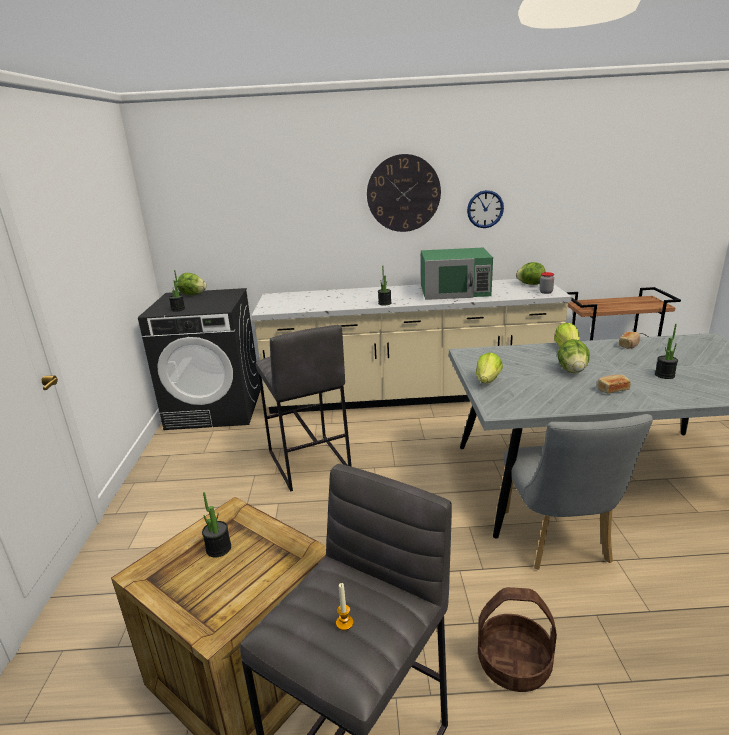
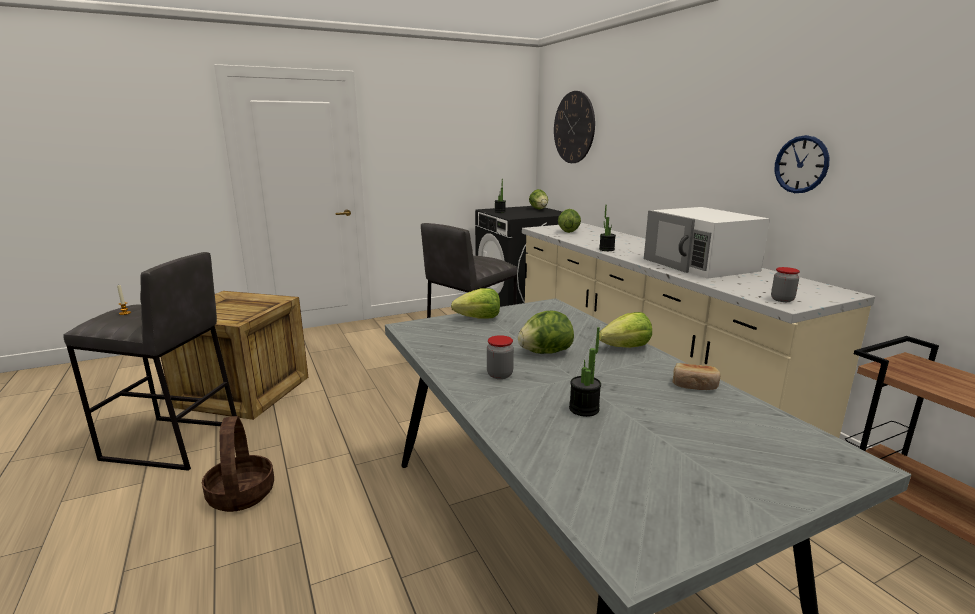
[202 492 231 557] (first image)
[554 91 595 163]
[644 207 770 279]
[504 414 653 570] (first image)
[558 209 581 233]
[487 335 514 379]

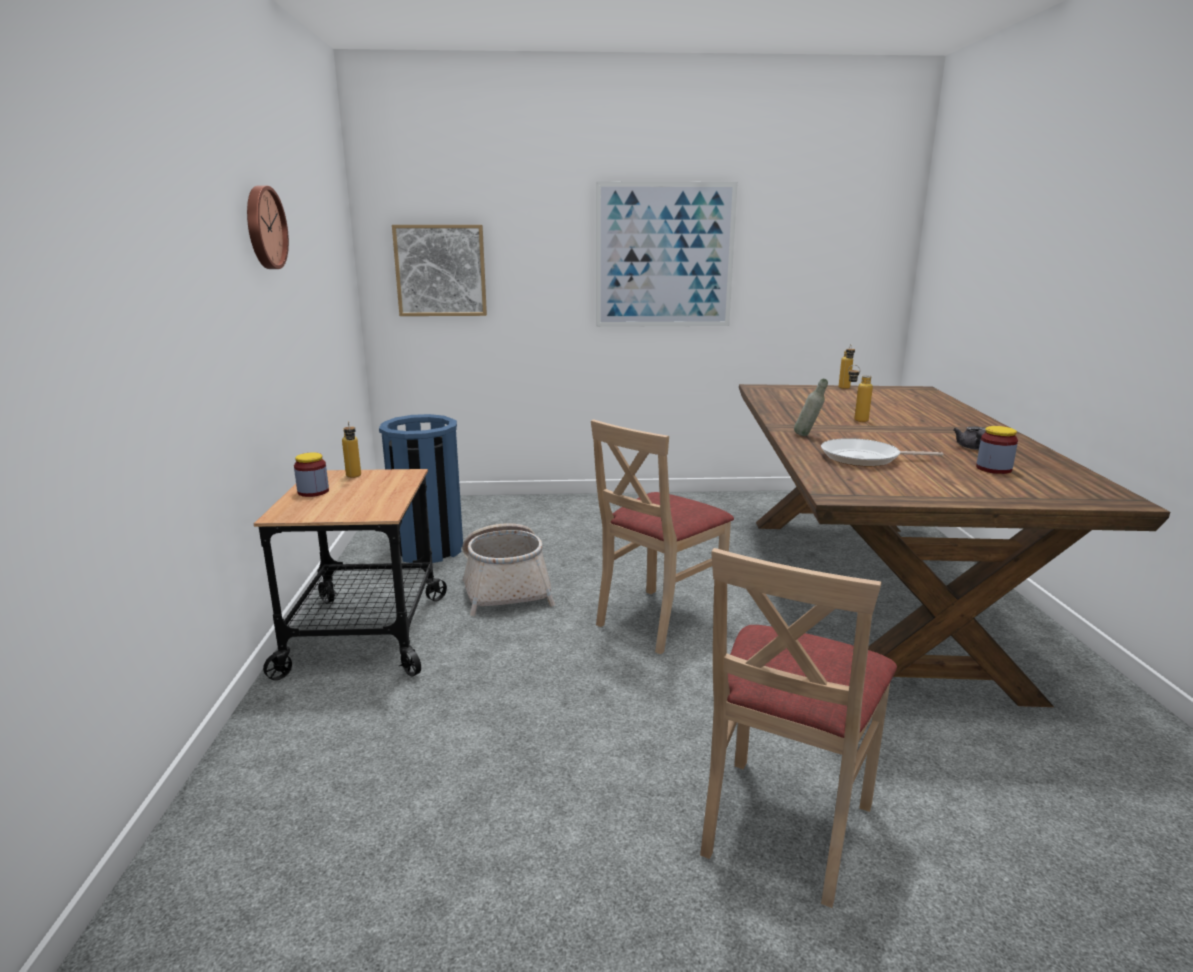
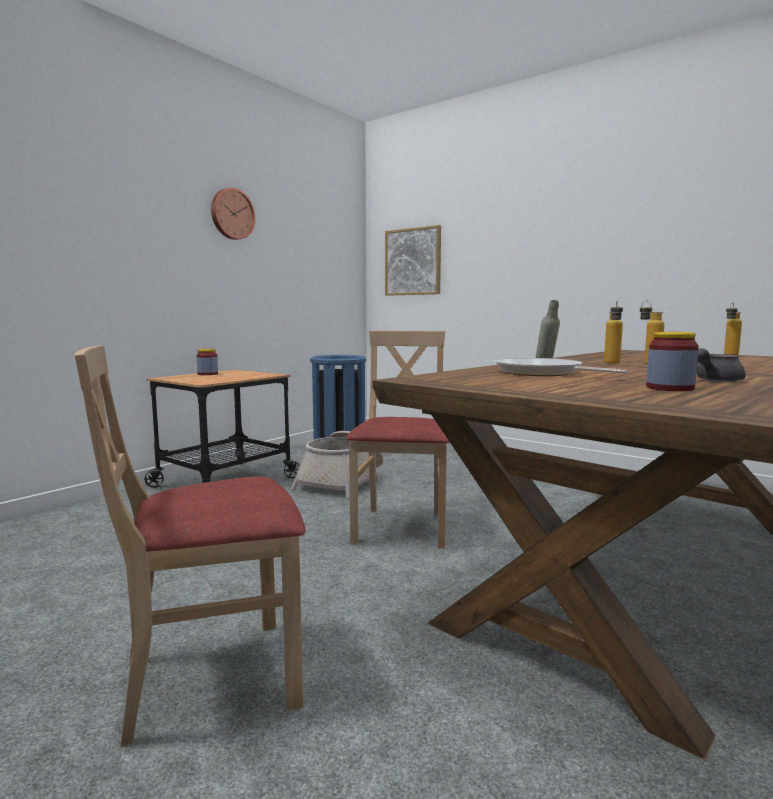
[604 300 623 364]
[346 331 450 549]
[596 182 738 327] (first image)

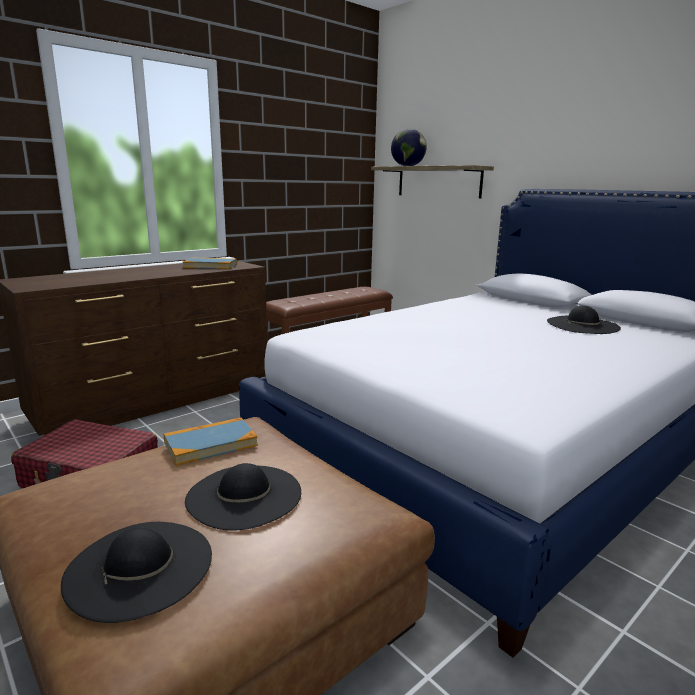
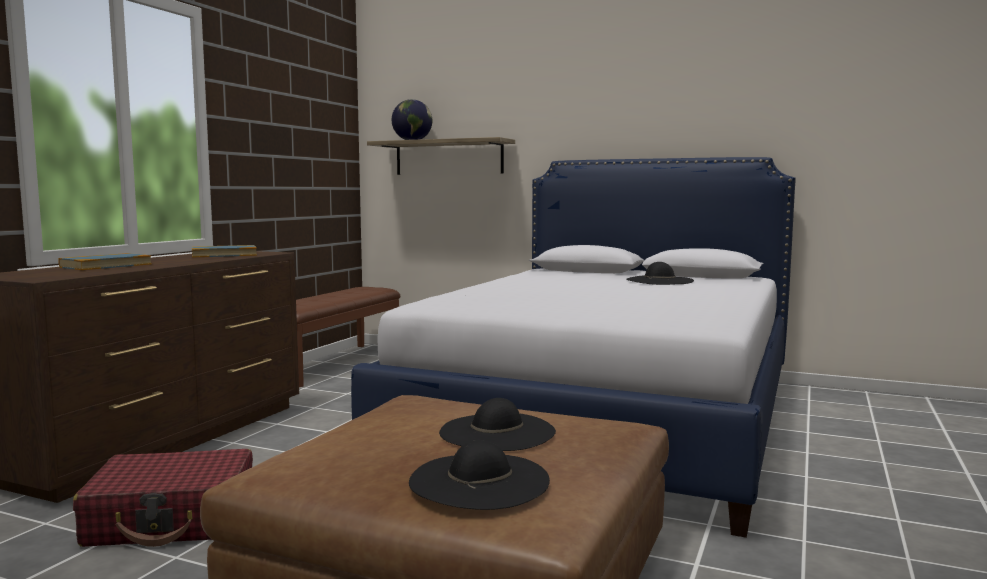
[58 253 152 270]

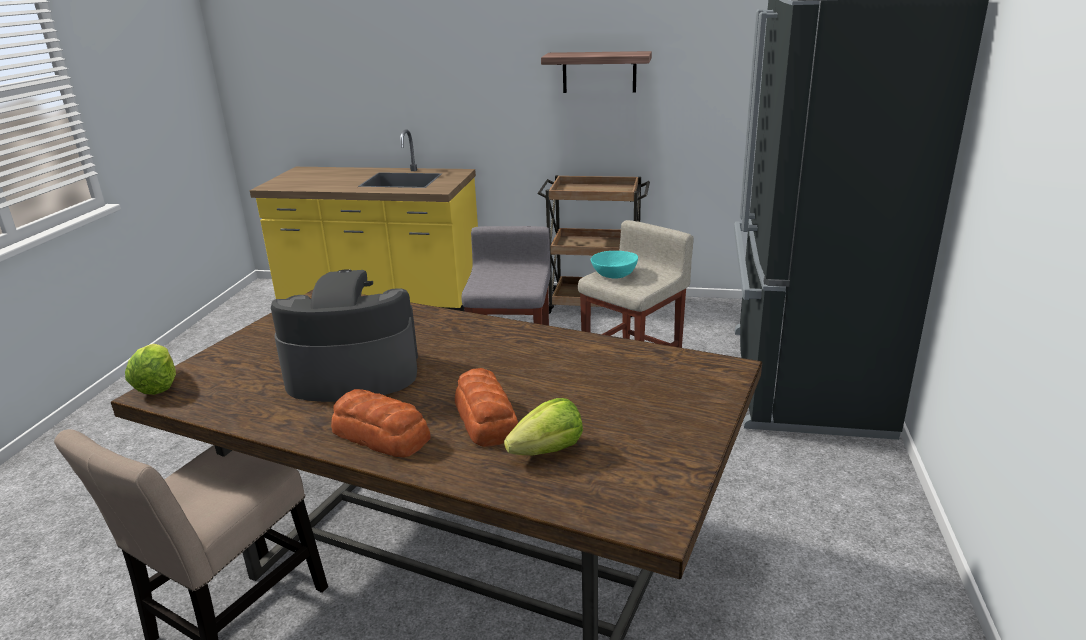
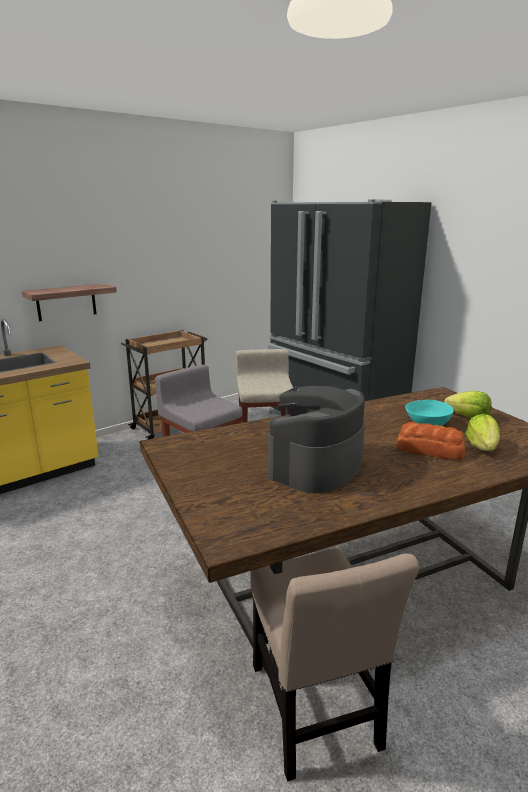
[444 391 492 418]
[331 389 431 457] (first image)
[22 284 117 321]
[405 400 453 426]

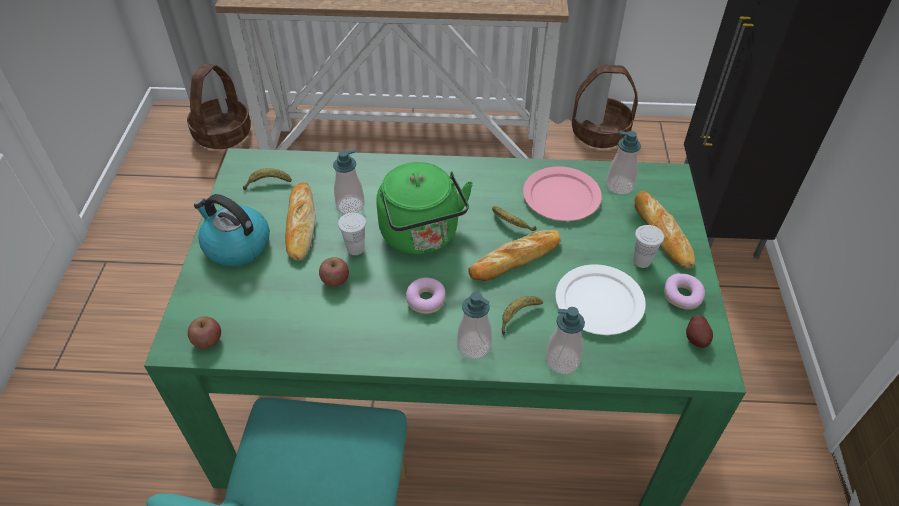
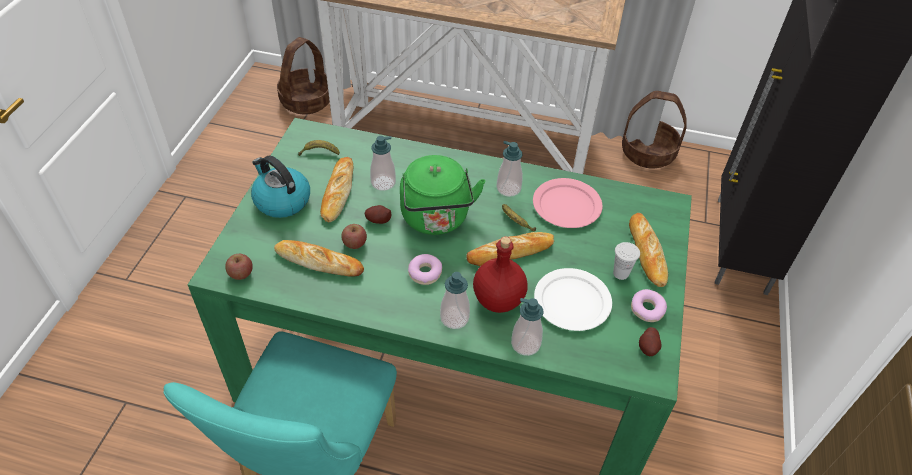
[365 205 392 224]
[473 236 528 313]
[496 141 523 197]
[274 240 364 276]

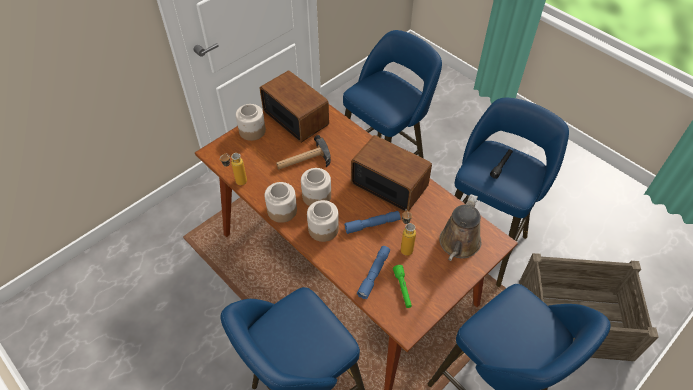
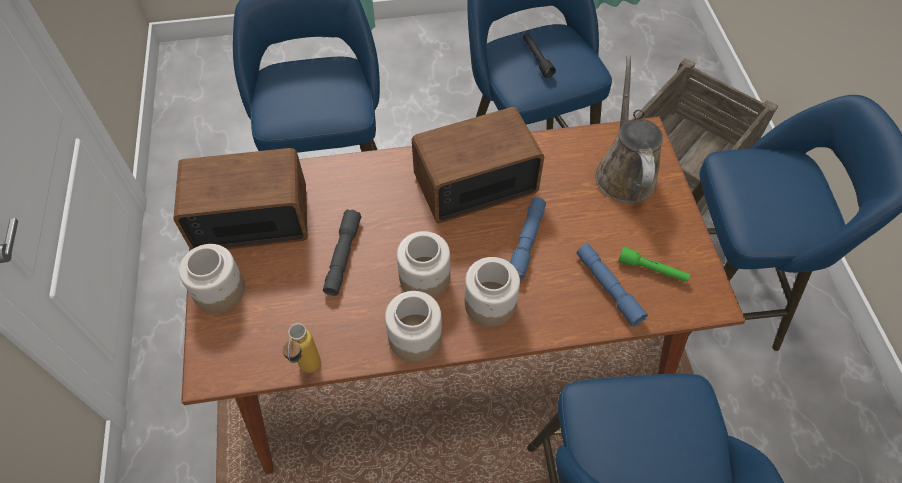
[323 209 362 296]
[401 209 416 256] (first image)
[595 55 663 203]

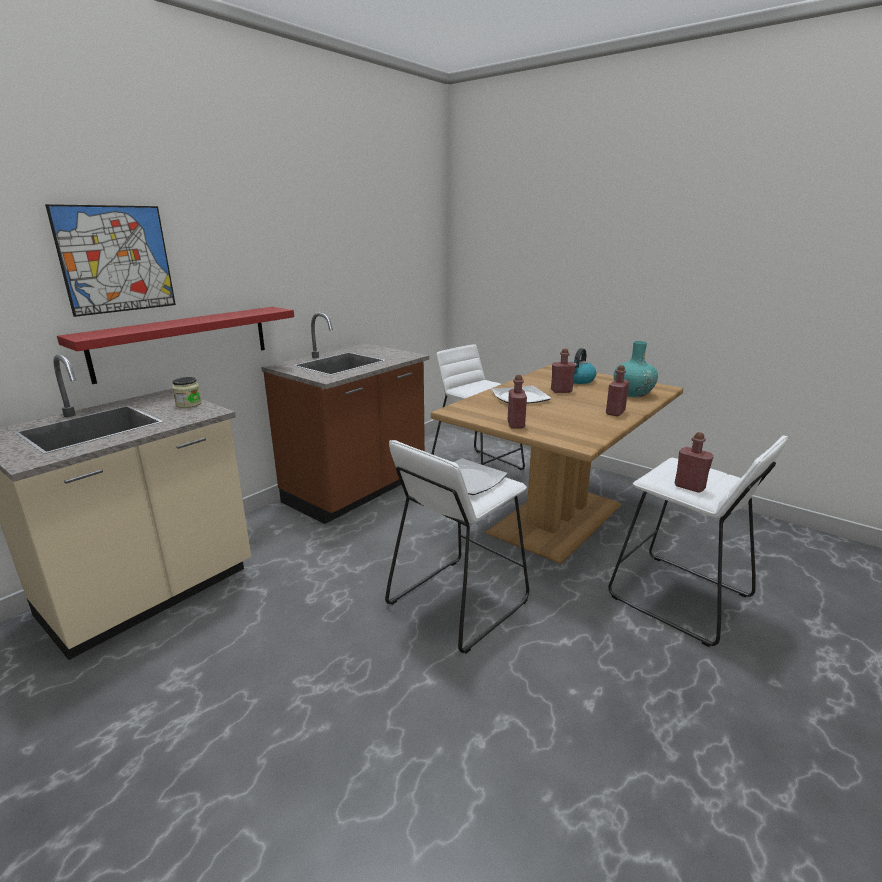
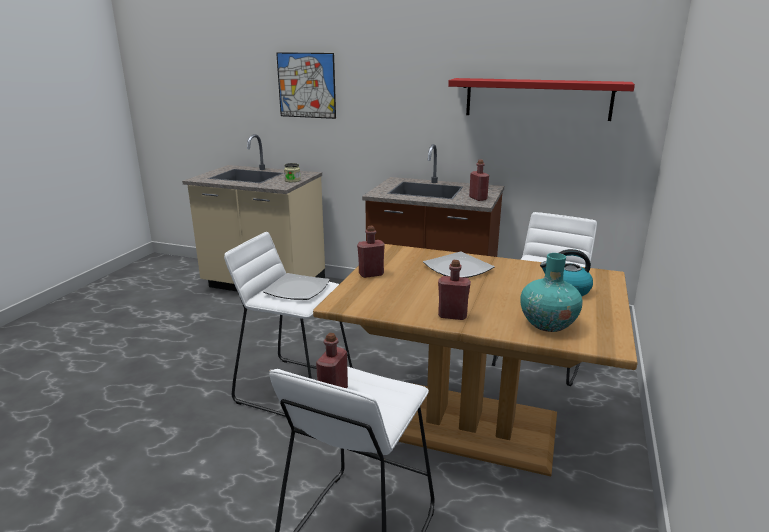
[448 78 635 121]
[469 160 489 201]

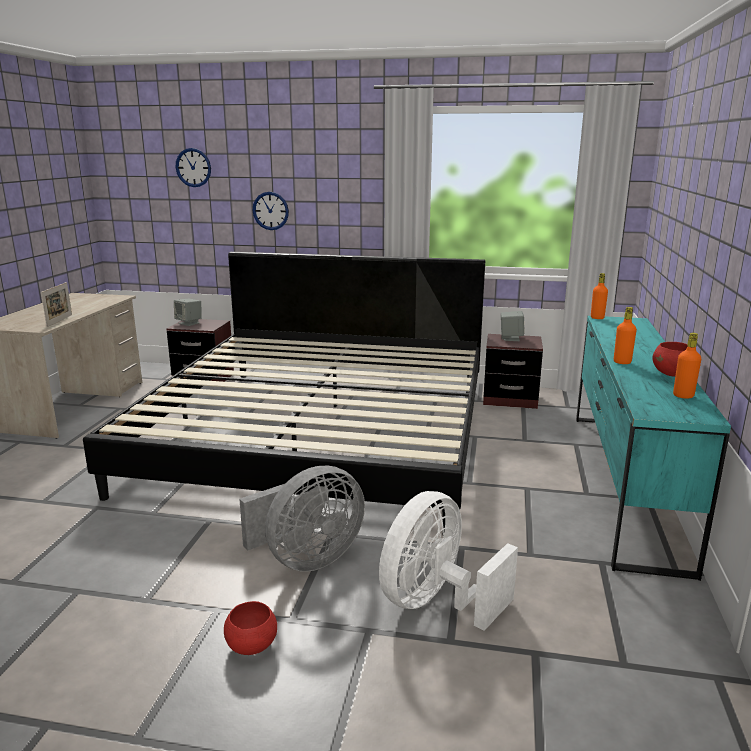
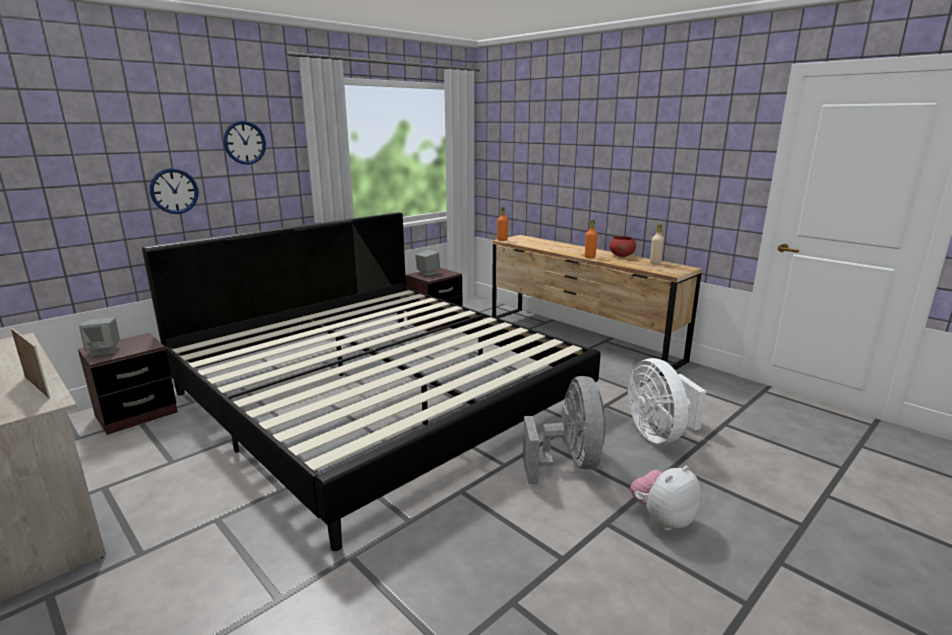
[224 121 266 165]
[630 466 701 531]
[492 235 702 376]
[650 224 664 264]

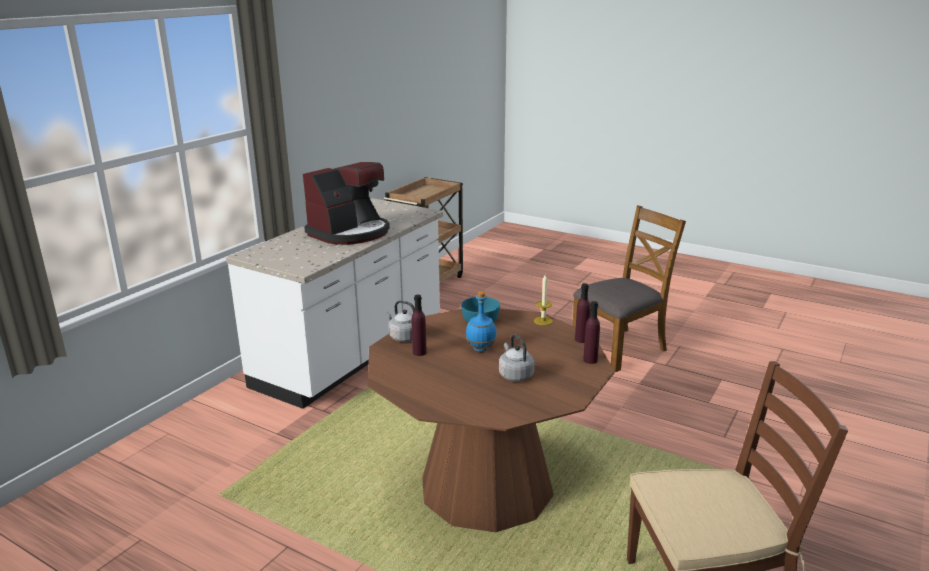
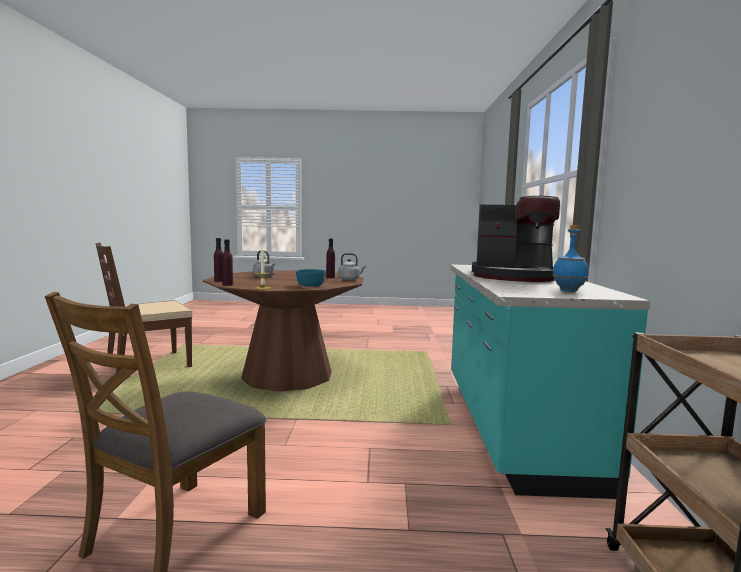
[450 264 650 499]
[472 196 560 282]
[552 225 589 292]

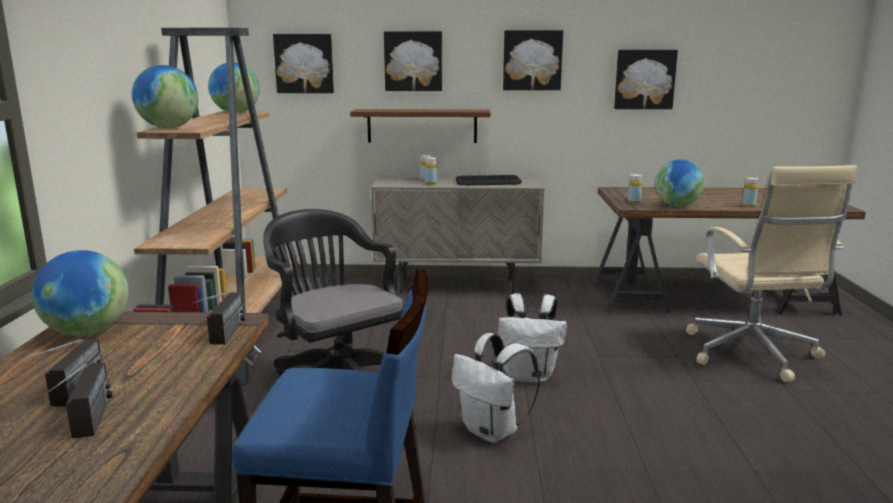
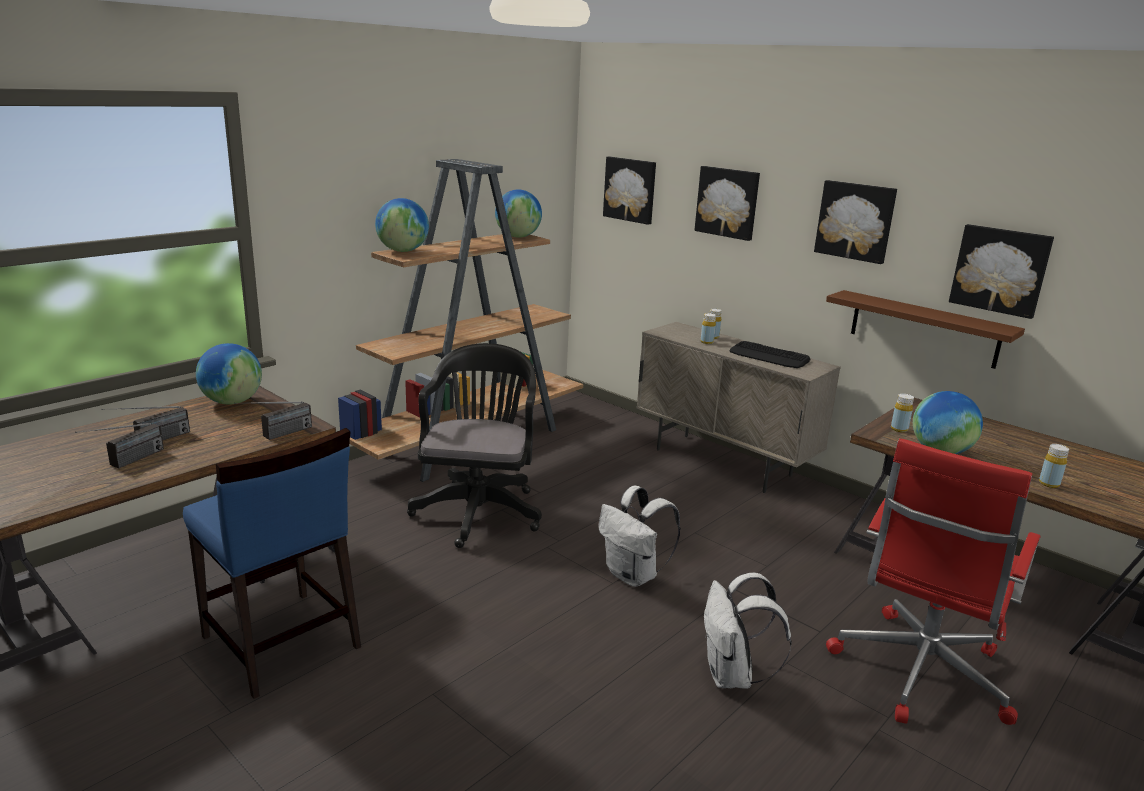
[826 290 1025 369]
[704 573 792 689]
[826 438 1041 725]

